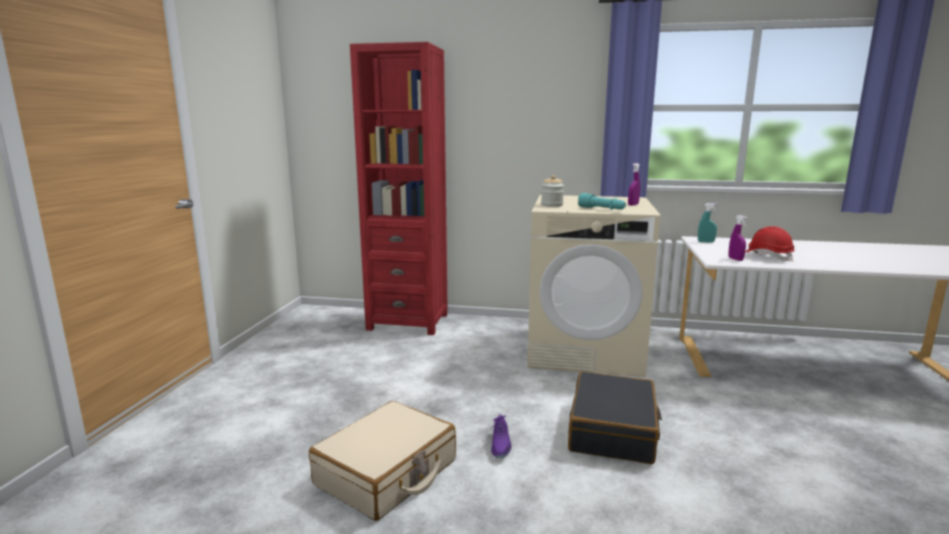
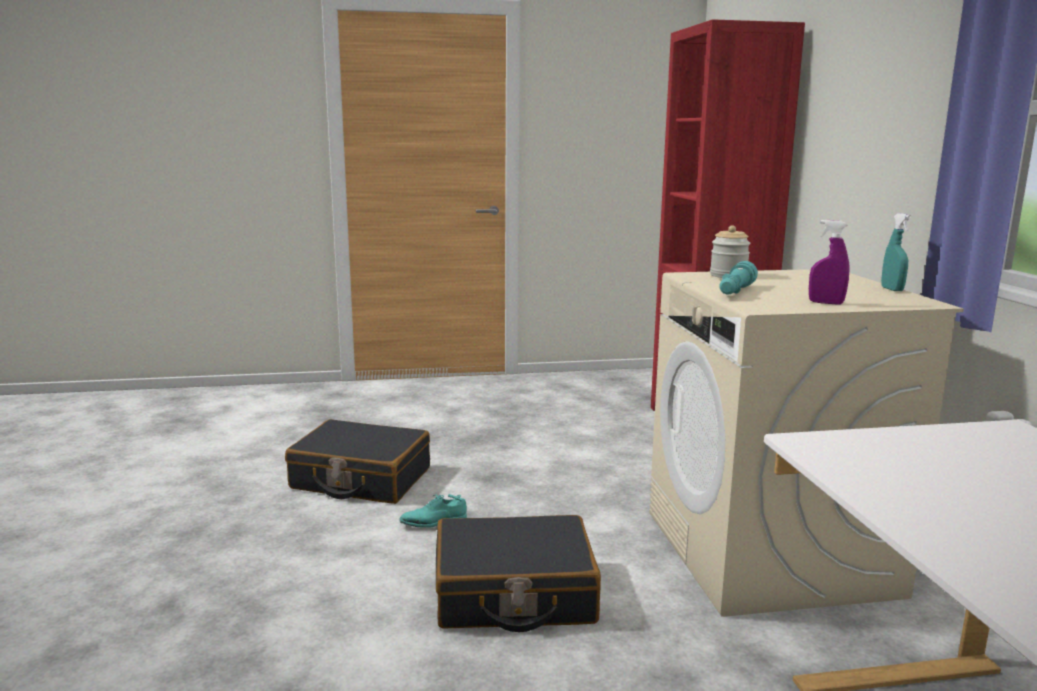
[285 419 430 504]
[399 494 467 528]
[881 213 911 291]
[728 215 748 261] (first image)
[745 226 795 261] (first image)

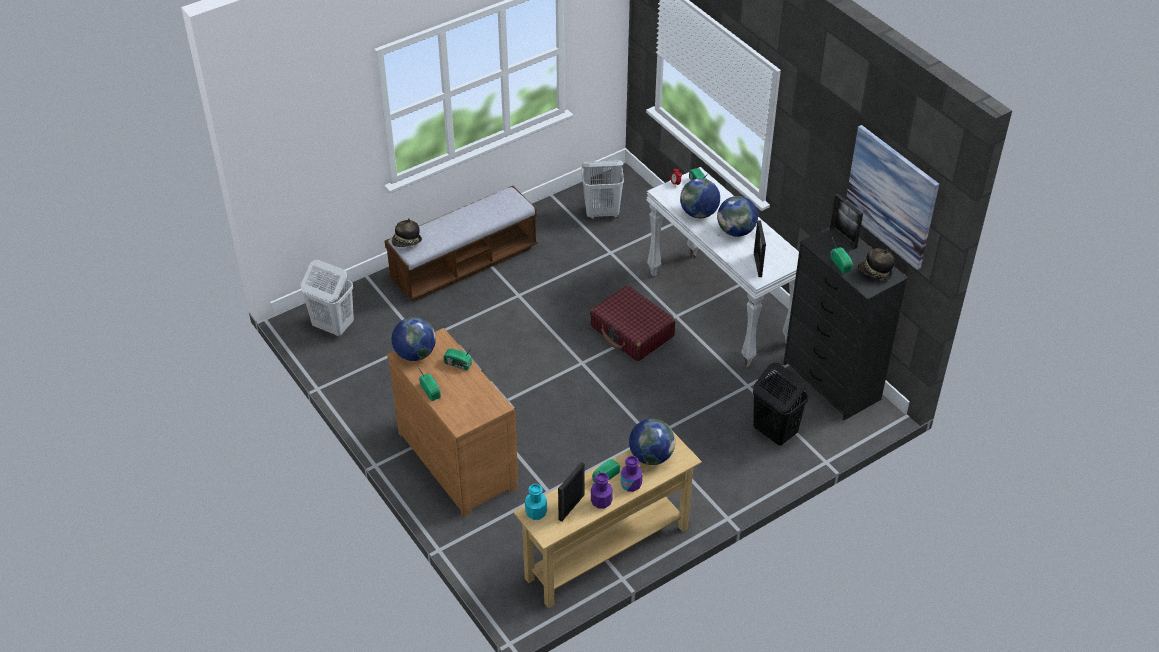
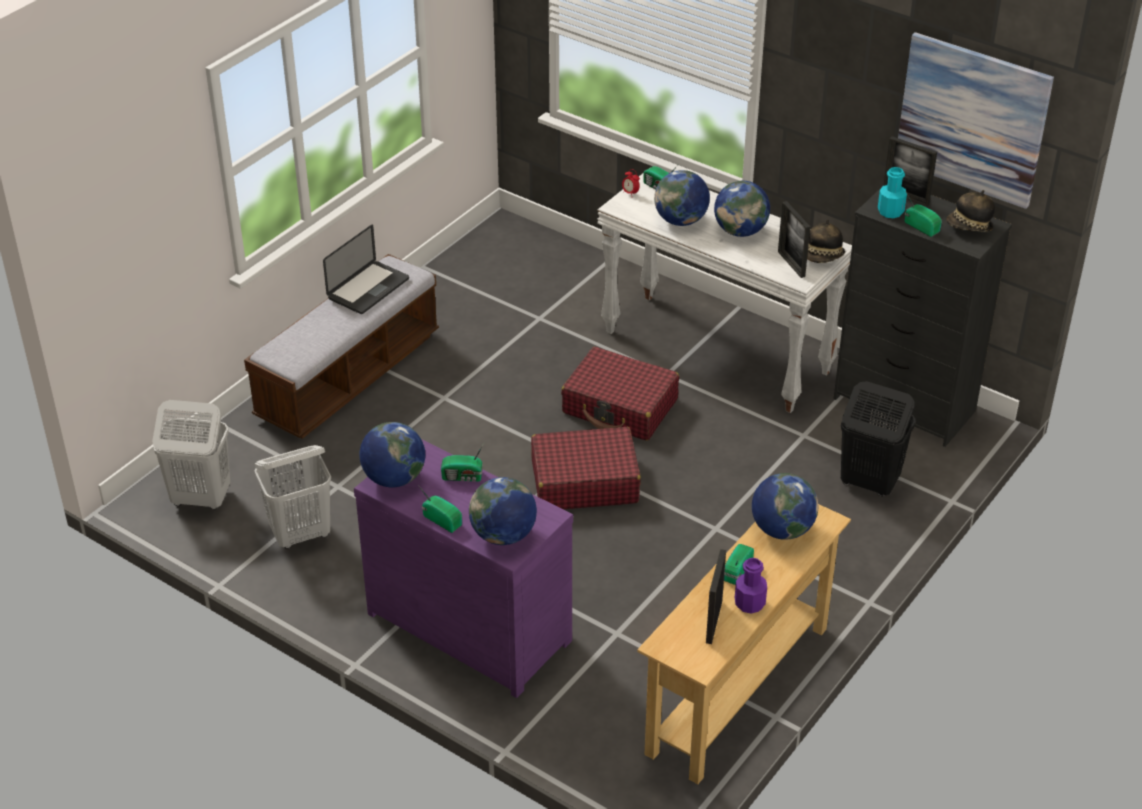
[354 439 573 698]
[807 219 845 263]
[878 167 907 218]
[254 445 331 549]
[621 456 643 492] (first image)
[323 225 409 314]
[469 477 537 545]
[531 427 641 509]

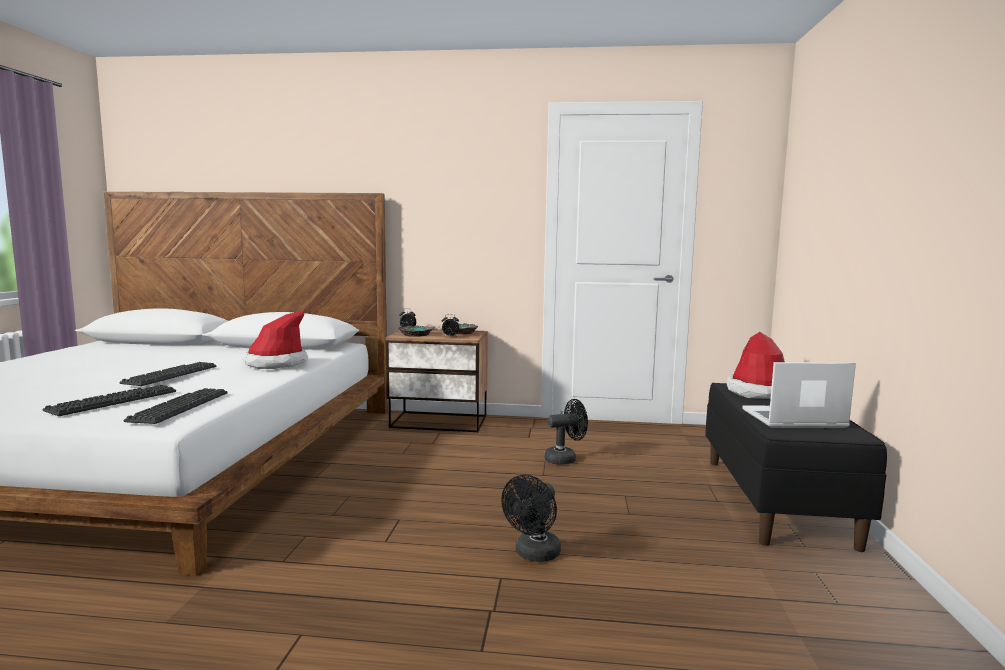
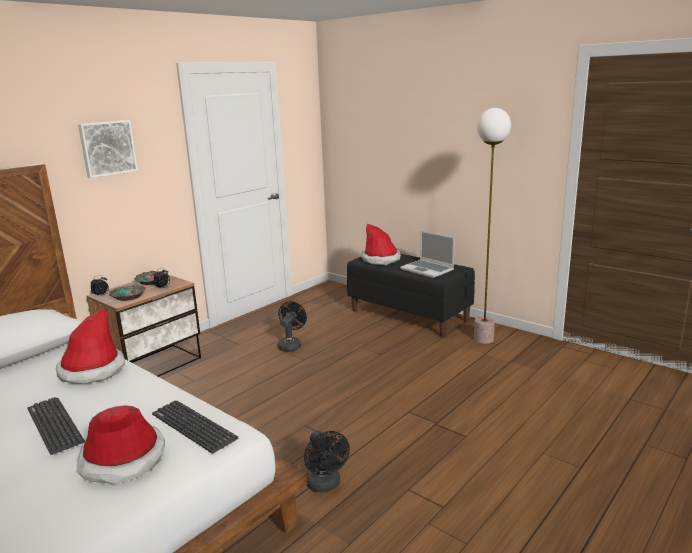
[77 405 165 484]
[304 431 350 493]
[400 230 455 278]
[78 120 138 178]
[474 108 511 344]

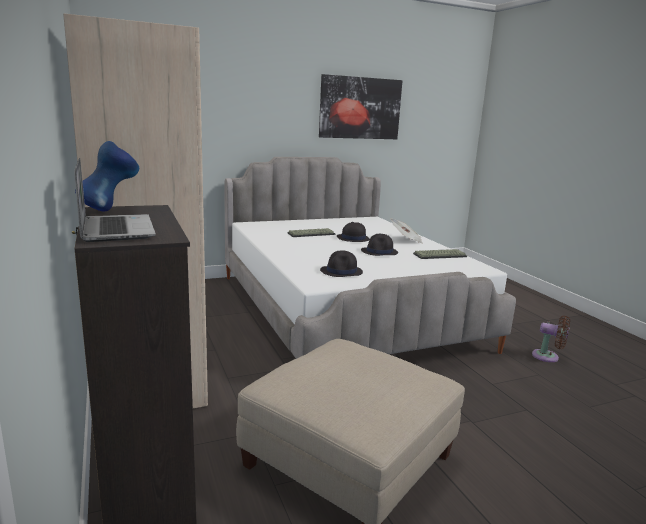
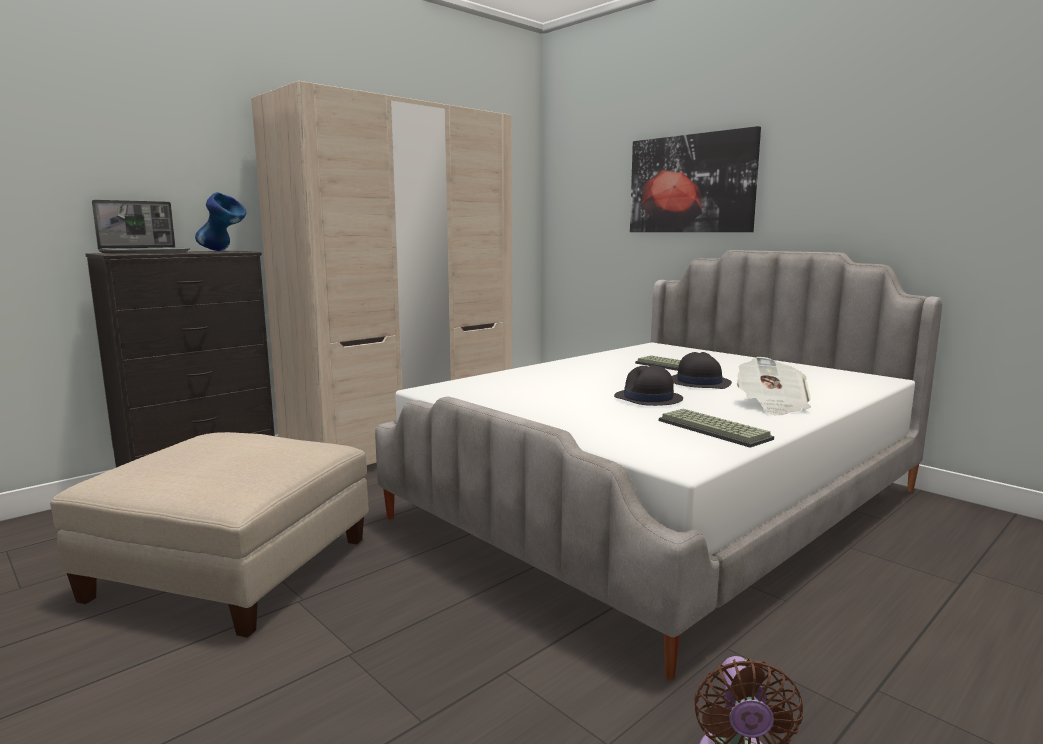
[630 126 761 232]
[320 250 363 277] (first image)

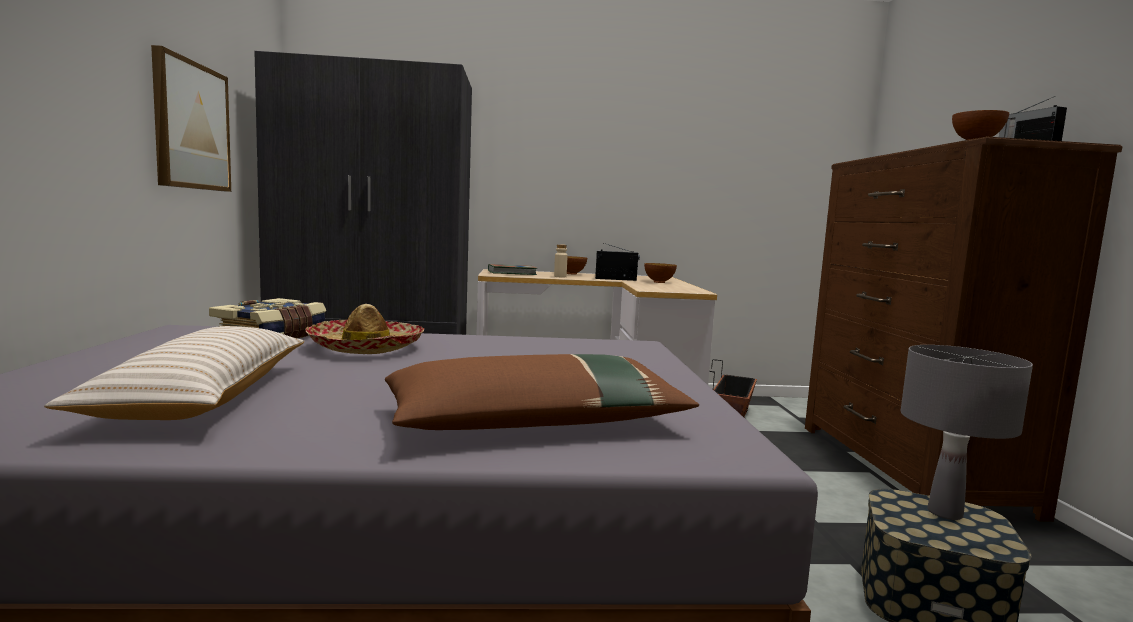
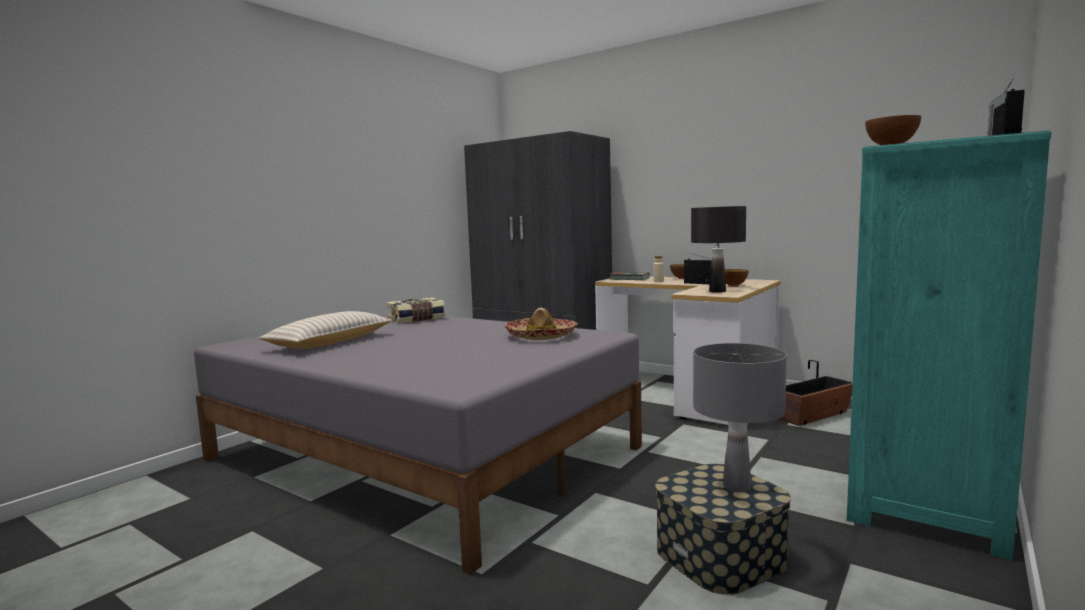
[151 45 231 192] (first image)
[504 308 578 340]
[385 354 699 430] (first image)
[847 130 1051 560]
[691 206 746 293]

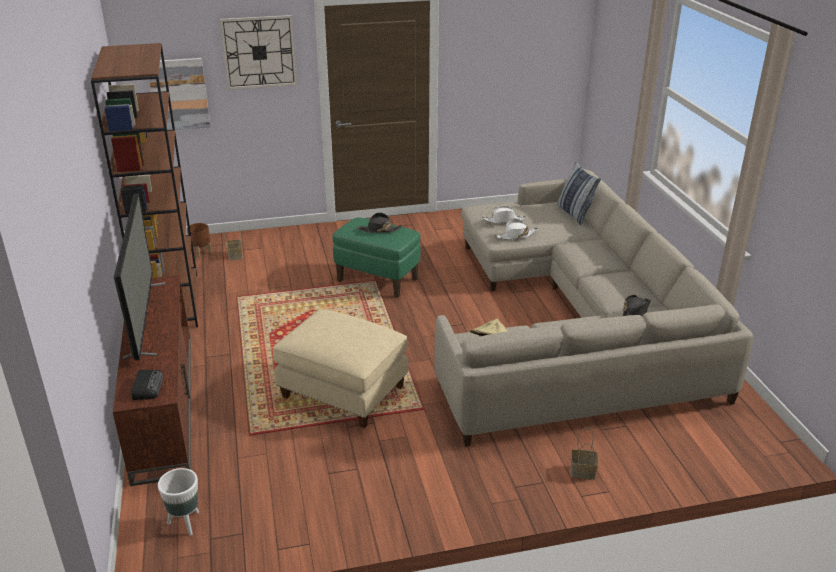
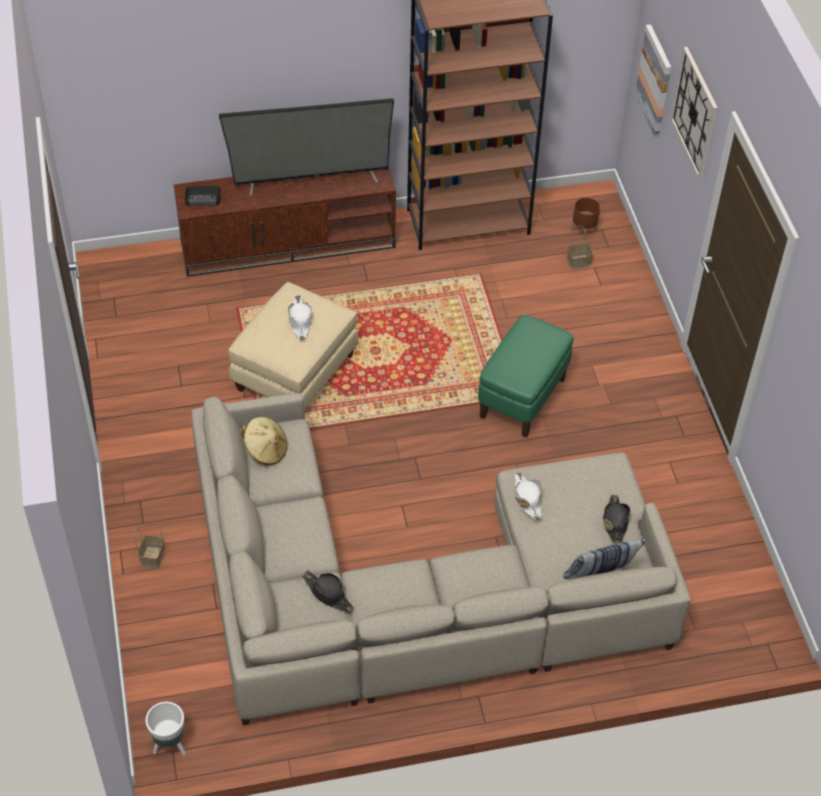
[145 702 186 755]
[603 495 630 544]
[288 295 312 341]

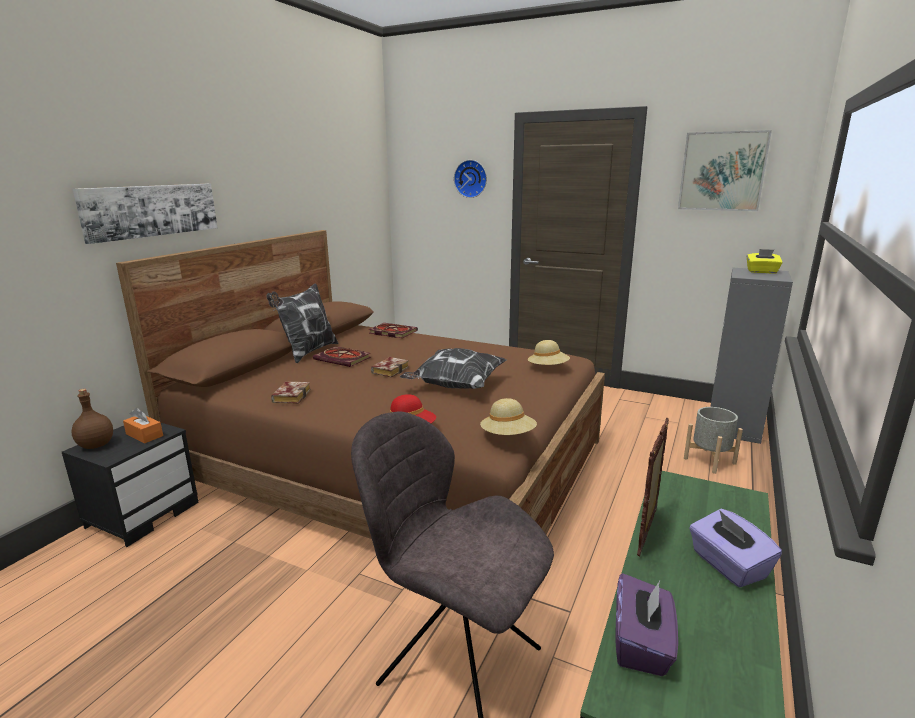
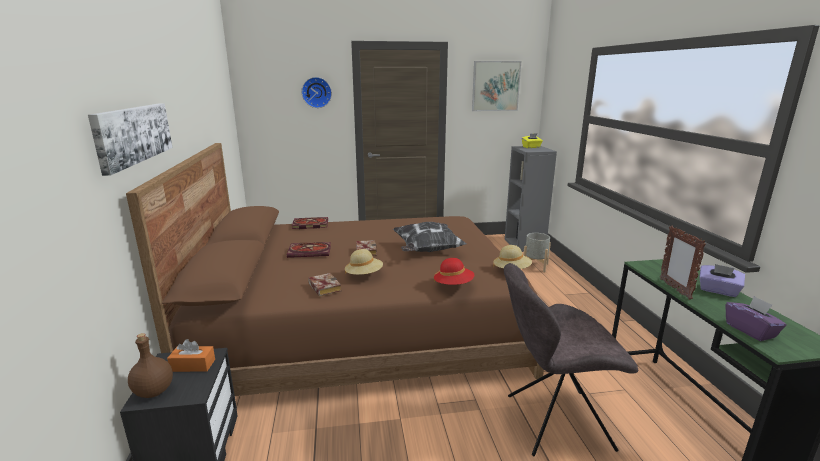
[266 284 338 363] (first image)
[345 249 383 275]

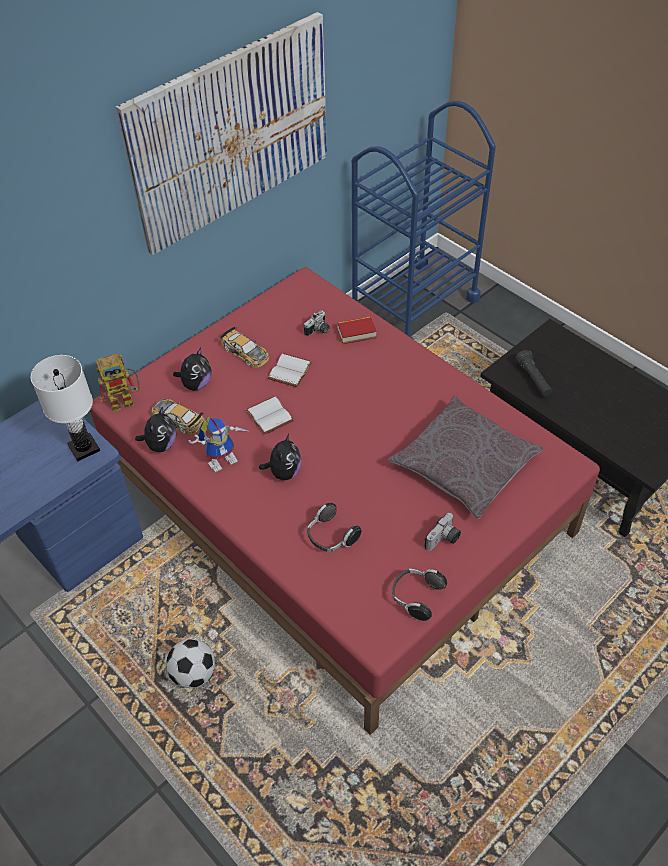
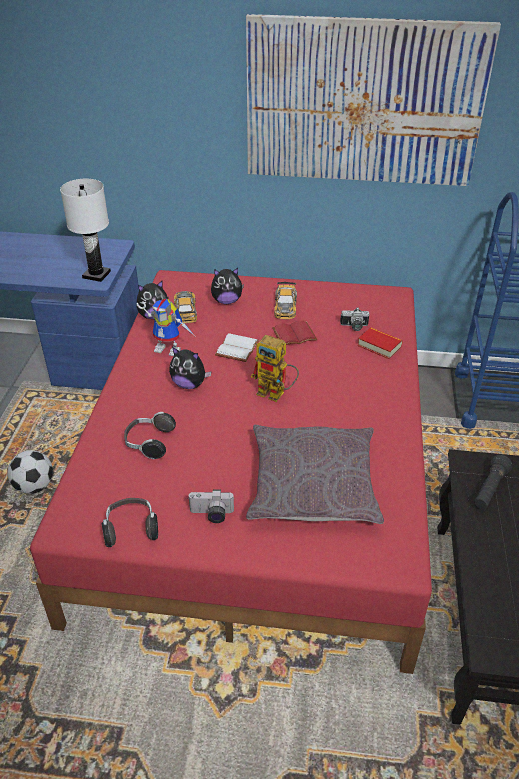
[251 335 299 402]
[169 347 212 389]
[272 320 317 345]

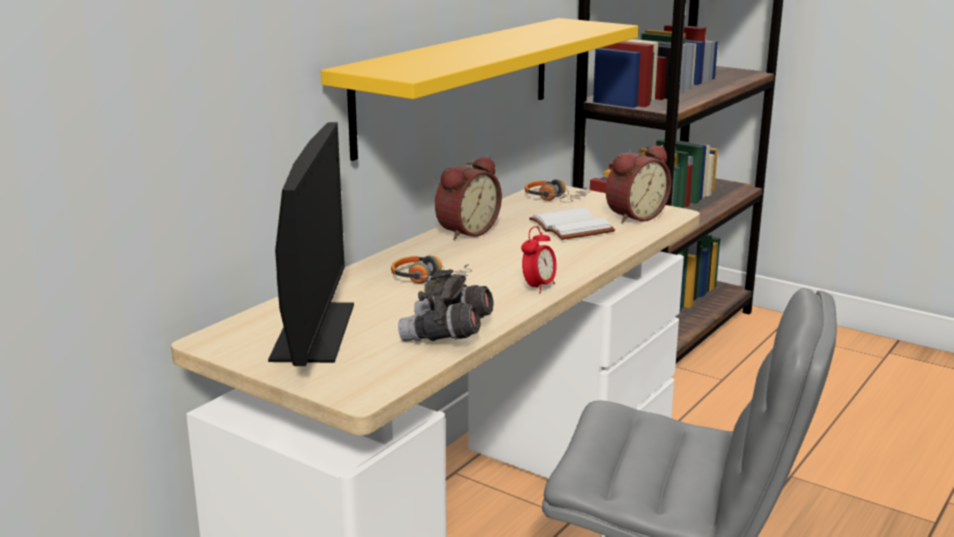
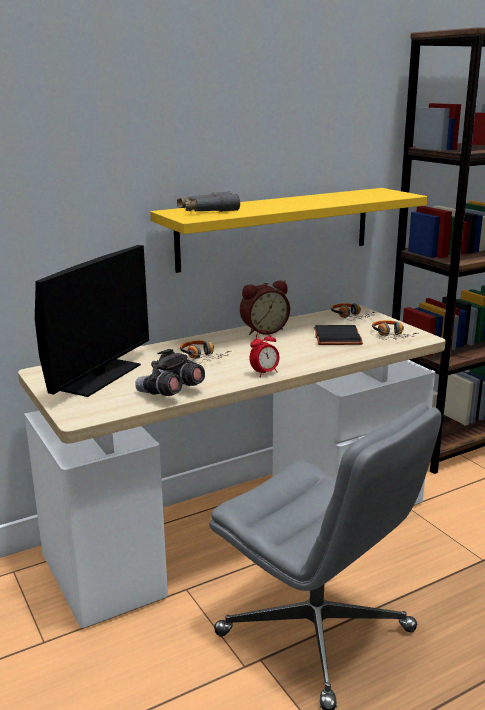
[314 325 363 345]
[372 320 418 340]
[177 191 240 212]

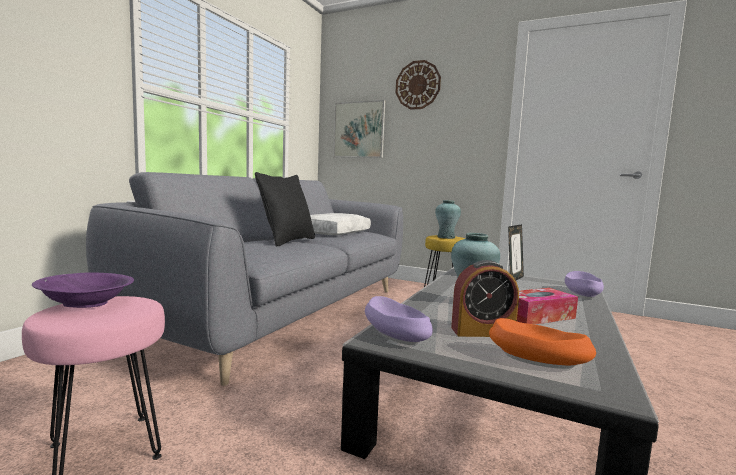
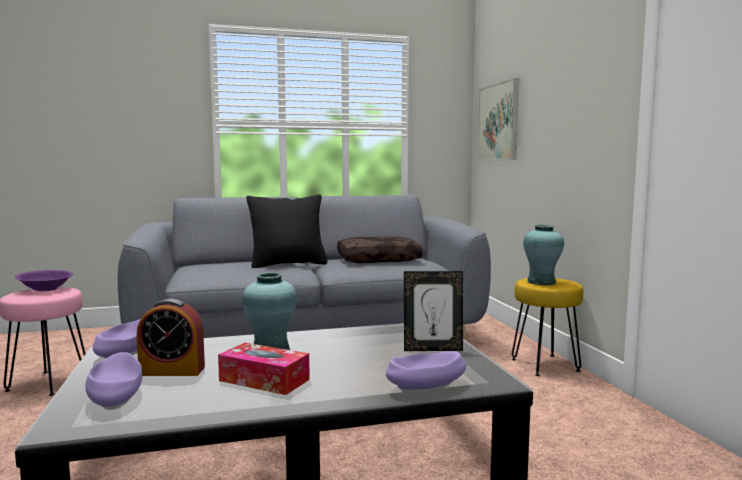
[337 236 423 263]
[395 60 441 110] (first image)
[137 299 205 376]
[85 352 142 410]

